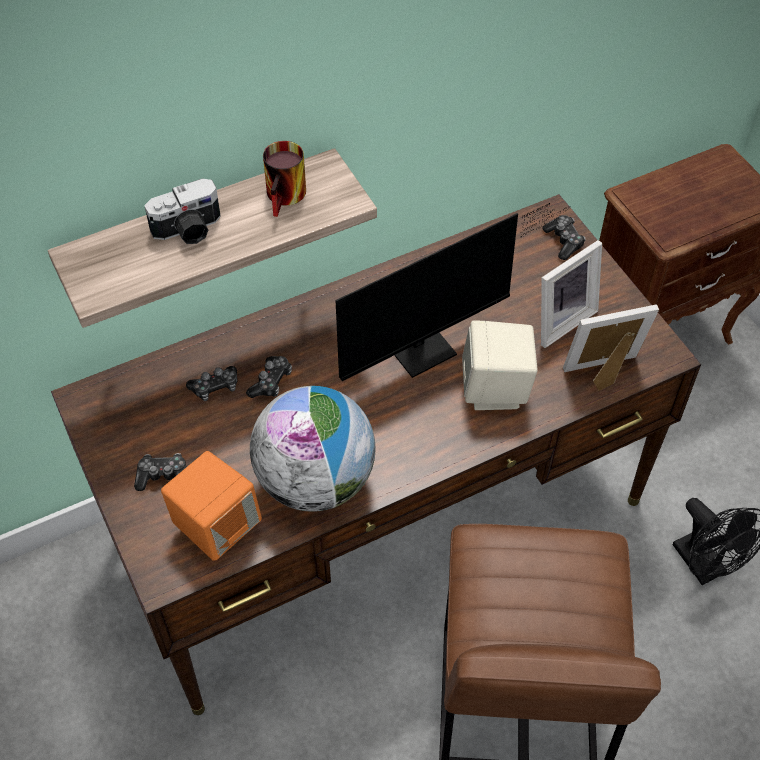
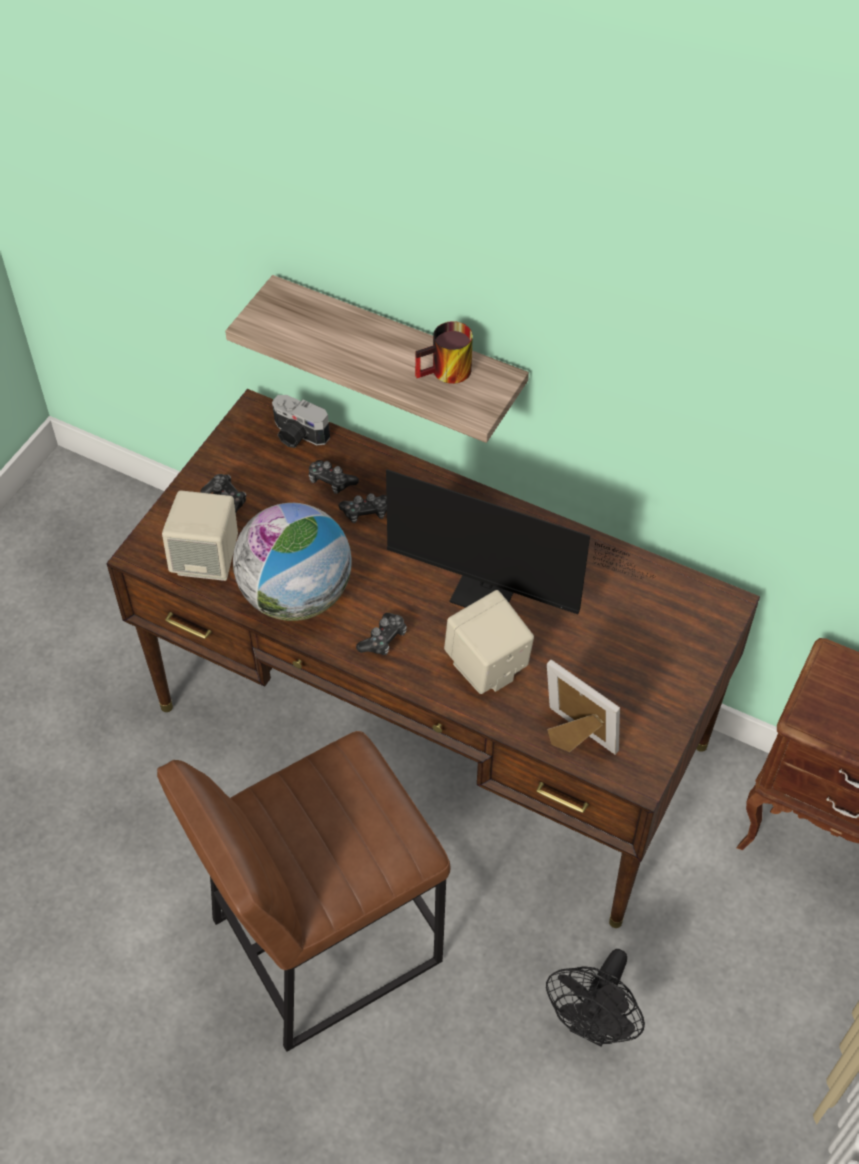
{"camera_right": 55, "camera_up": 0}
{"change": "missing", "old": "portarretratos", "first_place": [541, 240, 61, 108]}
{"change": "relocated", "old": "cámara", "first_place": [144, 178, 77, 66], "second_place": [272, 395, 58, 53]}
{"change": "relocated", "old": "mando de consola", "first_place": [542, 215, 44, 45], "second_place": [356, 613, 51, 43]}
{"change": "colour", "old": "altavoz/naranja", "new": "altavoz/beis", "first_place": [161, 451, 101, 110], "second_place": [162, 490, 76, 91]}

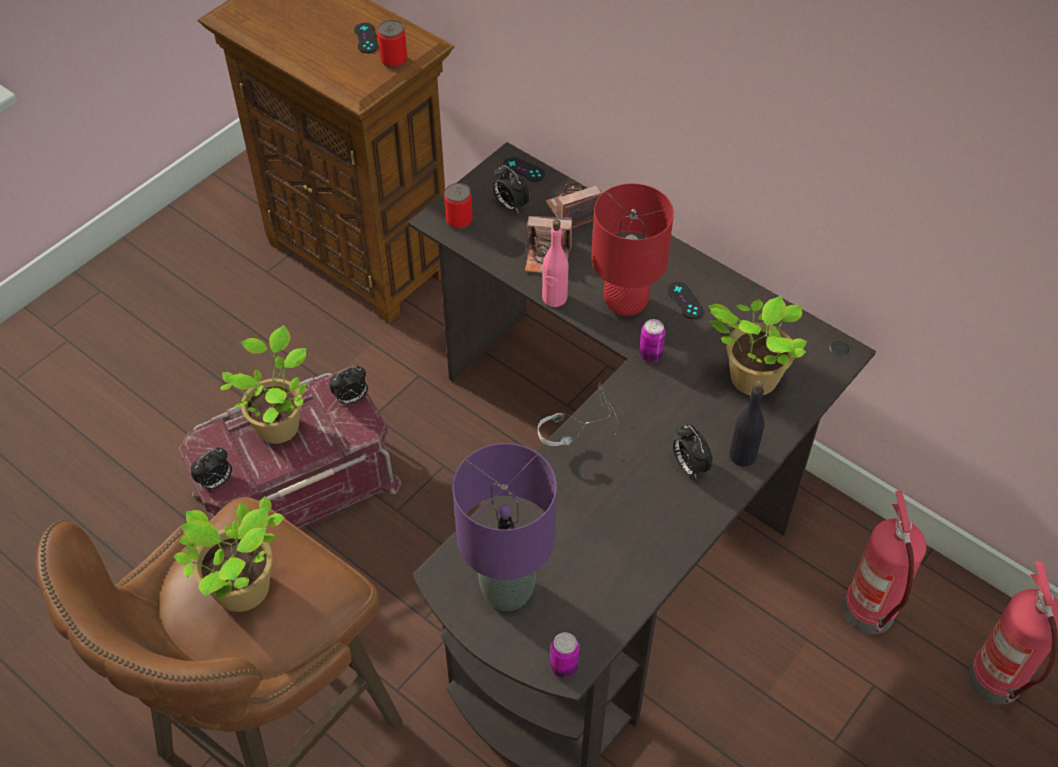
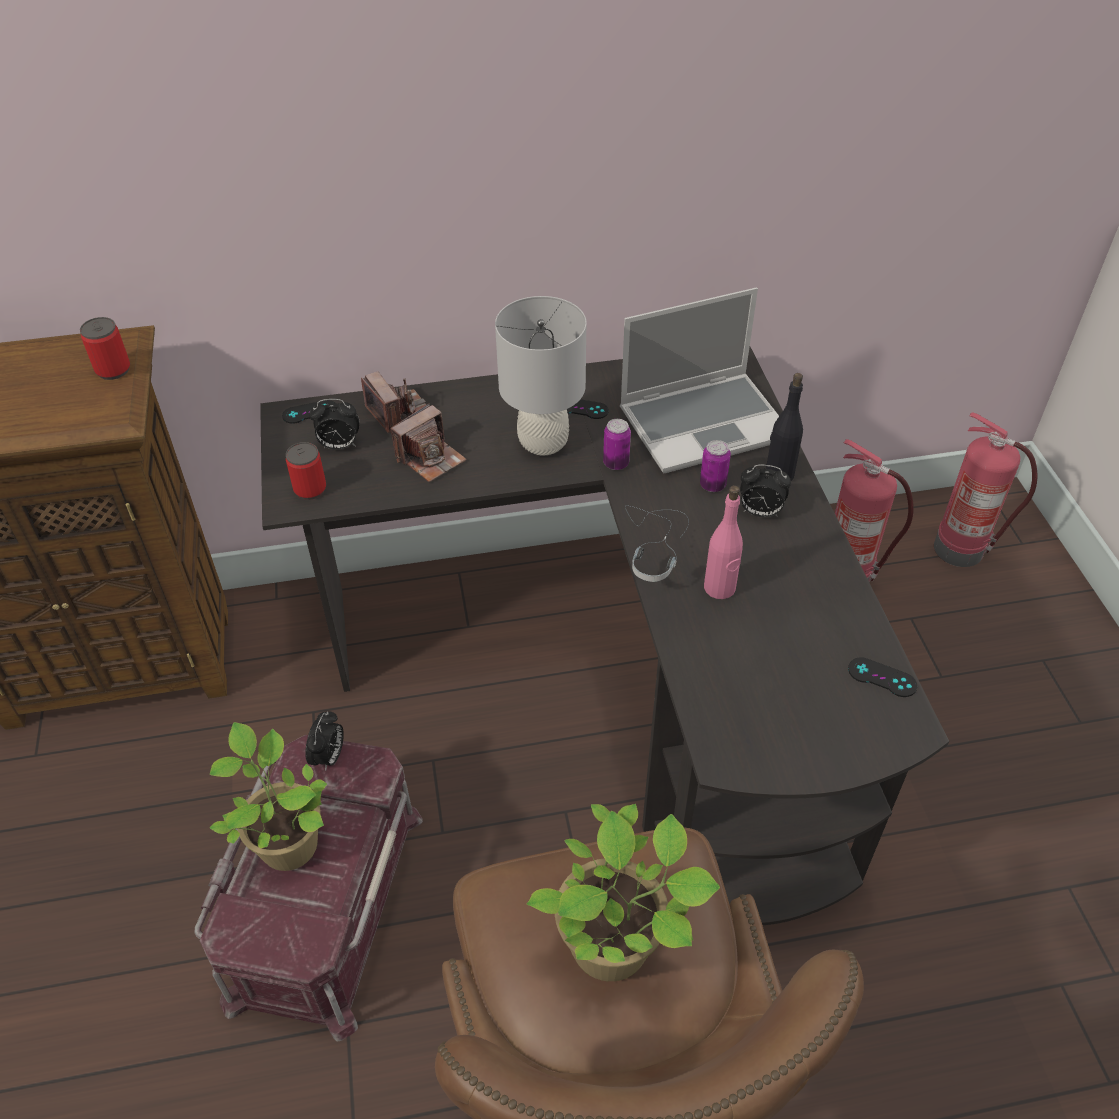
{"camera_right": -50, "camera_up": -5}
{"change": "missing", "old": "despertador", "first_place": [191, 448, 41, 43]}
{"change": "missing", "old": "lámpara de mesa/morado", "first_place": [453, 443, 104, 168]}
{"change": "relocated", "old": "mando de consola/negro", "first_place": [354, 23, 25, 30], "second_place": [848, 657, 69, 40]}
{"change": "relocated", "old": "botella/rosa", "first_place": [542, 219, 27, 88], "second_place": [704, 485, 39, 114]}
{"change": "relocated", "old": "lata", "first_place": [550, 632, 29, 46], "second_place": [700, 440, 31, 52]}
{"change": "exchanged", "old": "planta en maceta", "new": "portátil", "first_place": [708, 296, 99, 99], "second_place": [620, 288, 159, 185]}
{"change": "colour", "old": "lámpara de mesa/rojo", "new": "lámpara de mesa/gris", "first_place": [591, 183, 83, 133], "second_place": [495, 296, 91, 160]}
{"change": "spun", "old": "cámara", "first_place": [546, 183, 56, 45], "second_place": [361, 371, 65, 62], "degrees": 135}

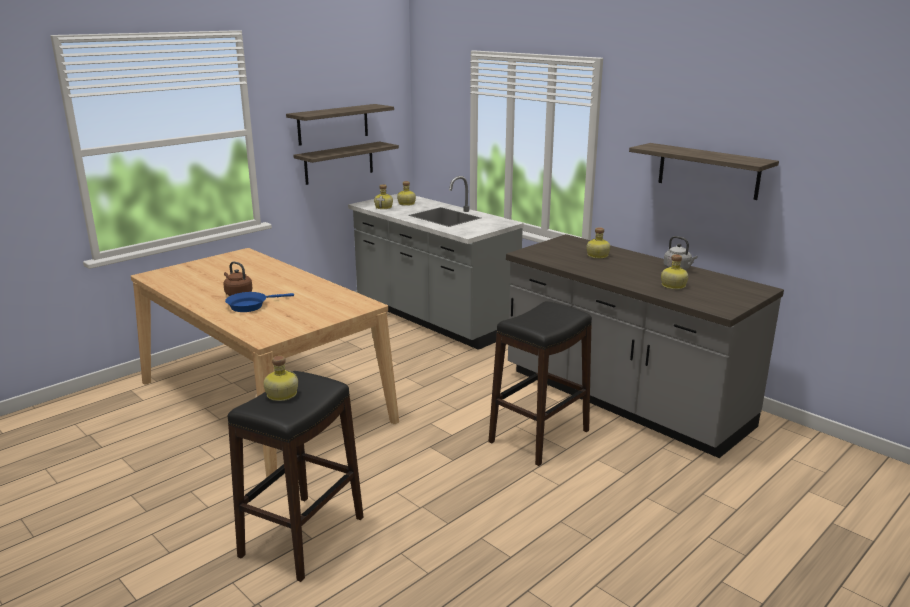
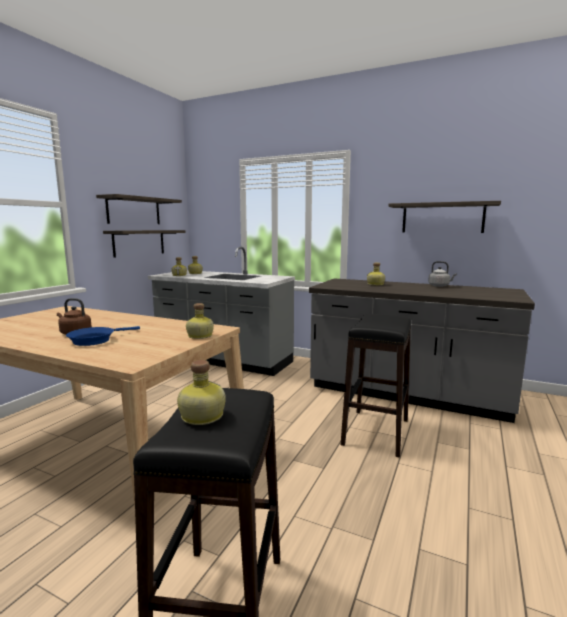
{"camera_right": -20, "camera_up": -10}
{"change": "relocated", "old": "botella", "first_place": [661, 254, 27, 35], "second_place": [186, 303, 28, 36]}

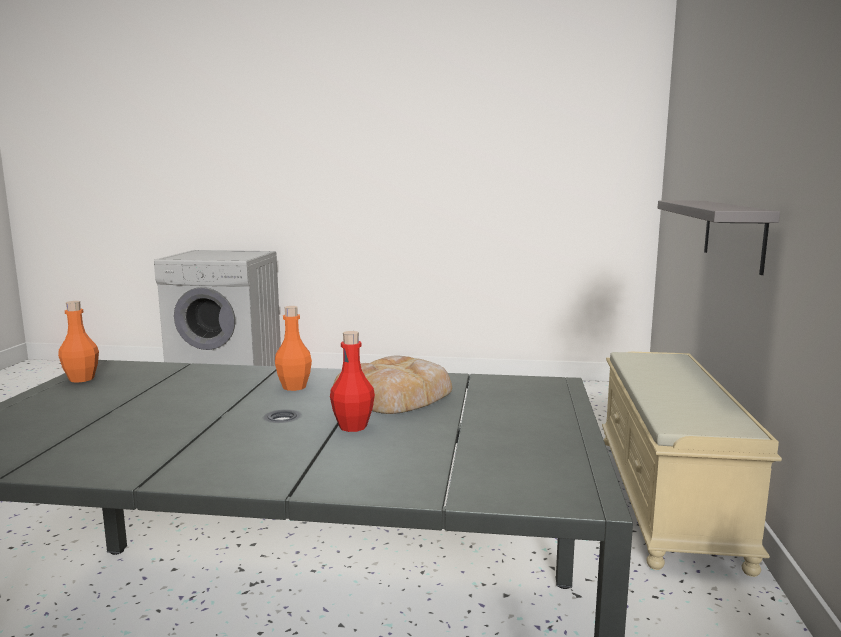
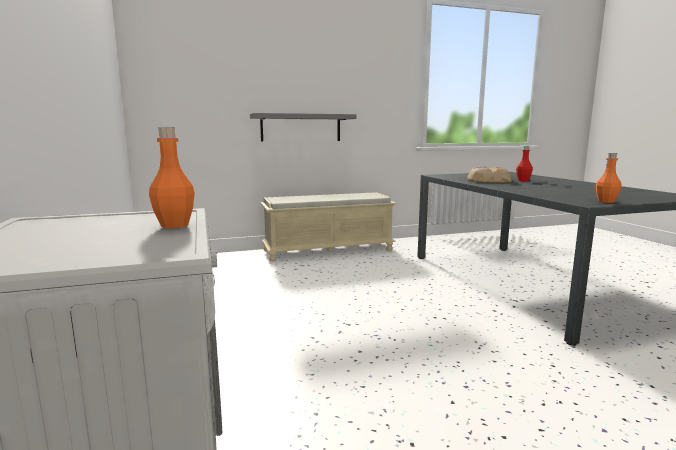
{"camera_right": -115, "camera_up": 0}
{"change": "relocated", "old": "botella/naranja", "first_place": [275, 306, 37, 85], "second_place": [149, 127, 46, 101]}

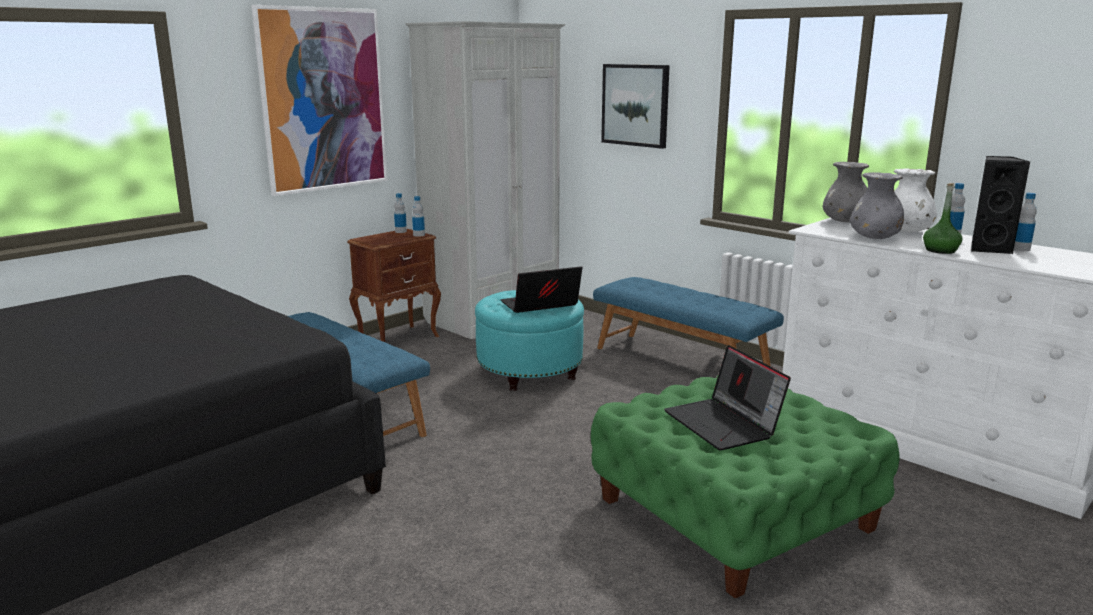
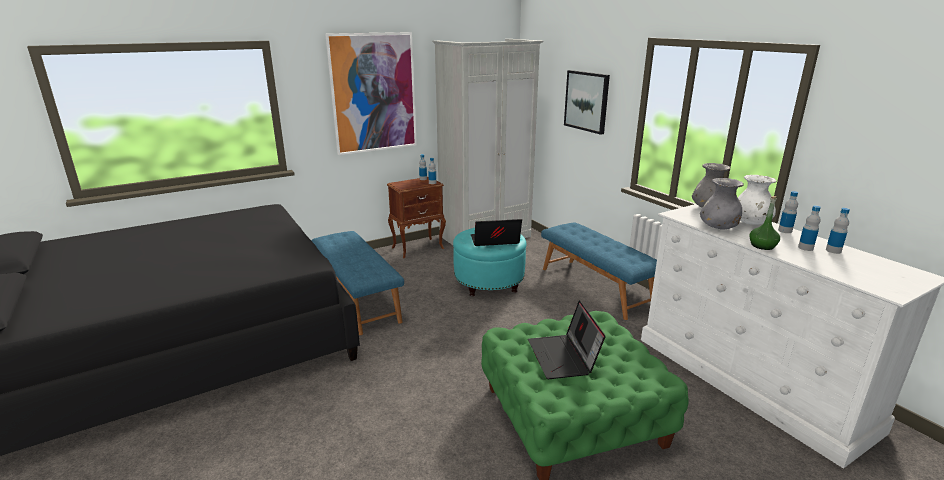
{"camera_right": 15, "camera_up": 5}
{"change": "exchanged", "old": "altavoz/negro", "new": "botella", "first_place": [971, 156, 59, 98], "second_place": [798, 205, 23, 46]}

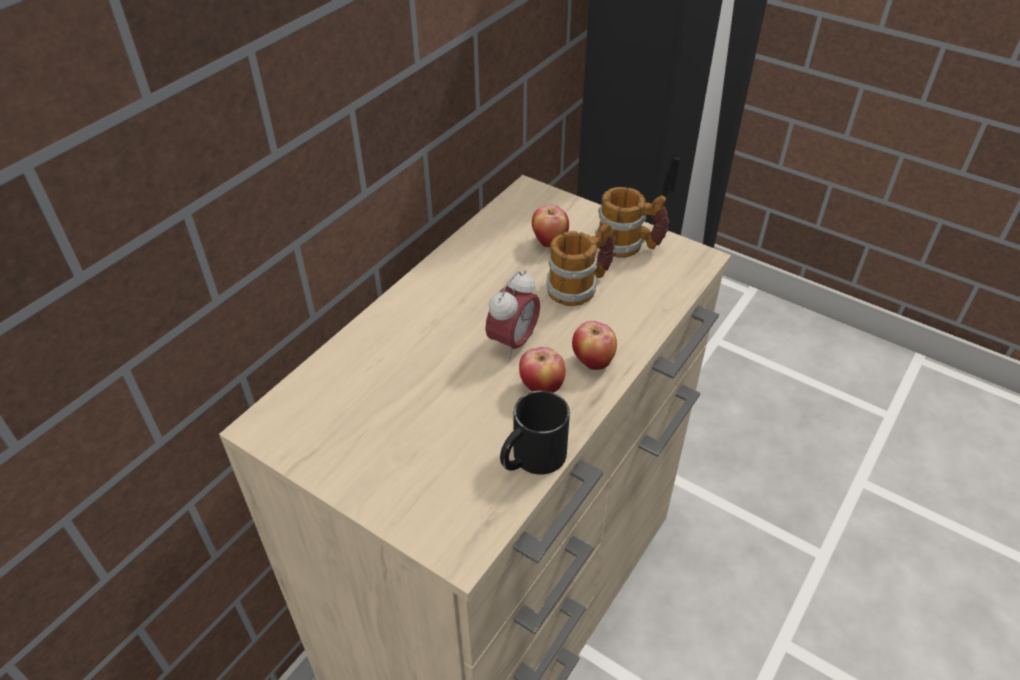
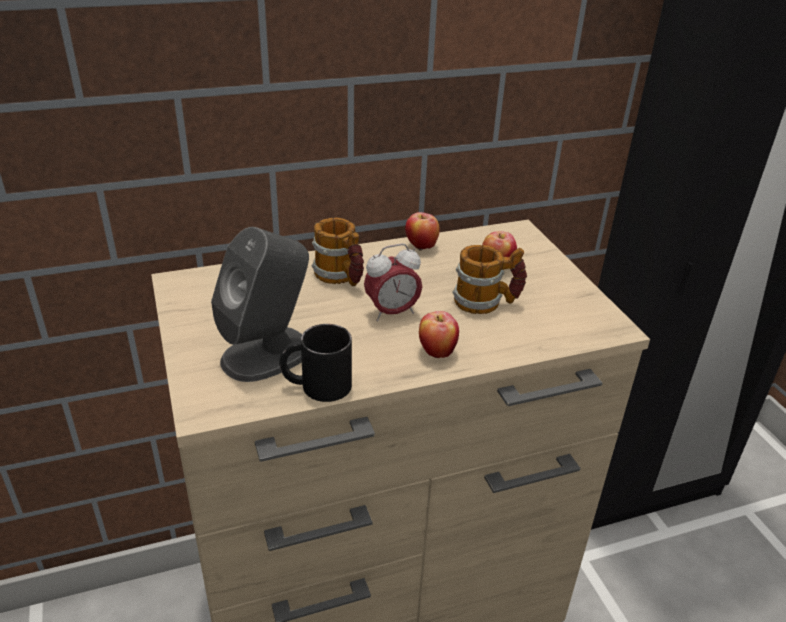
{"camera_right": 35, "camera_up": -10}
{"change": "appeared", "new": "altavoz/gris", "second_place": [211, 227, 98, 155]}
{"change": "relocated", "old": "manzana", "first_place": [519, 347, 47, 46], "second_place": [405, 212, 35, 39]}
{"change": "relocated", "old": "taza grande", "first_place": [595, 187, 74, 71], "second_place": [312, 217, 52, 69]}

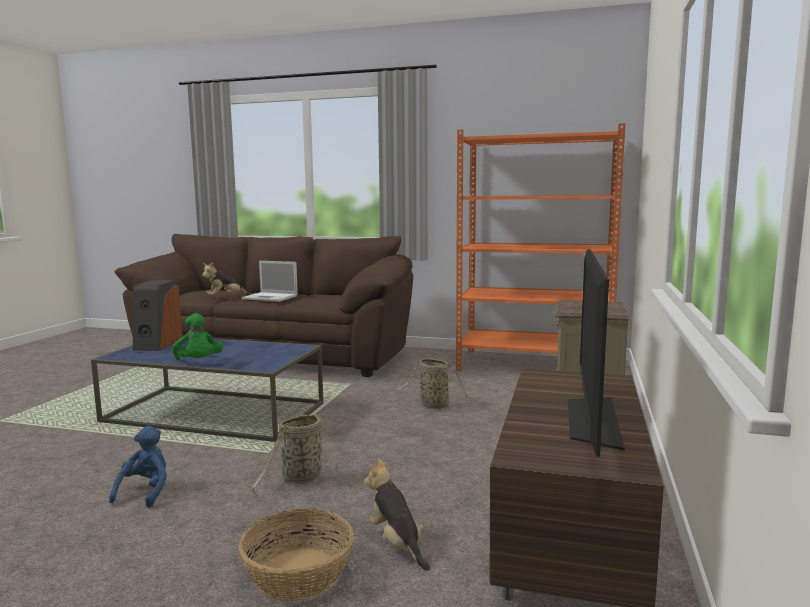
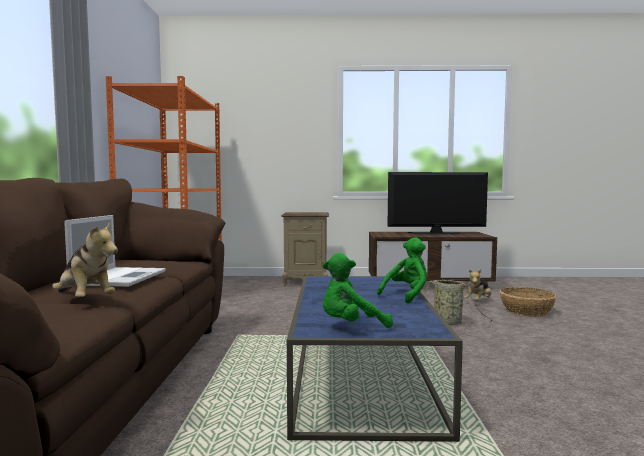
{"camera_right": -105, "camera_up": -5}
{"change": "missing", "old": "peluche/azul", "first_place": [109, 426, 58, 82]}
{"change": "missing", "old": "cesta", "first_place": [394, 358, 73, 51]}
{"change": "exchanged", "old": "altavoz", "new": "peluche/verde", "first_place": [133, 280, 50, 71], "second_place": [323, 253, 70, 75]}

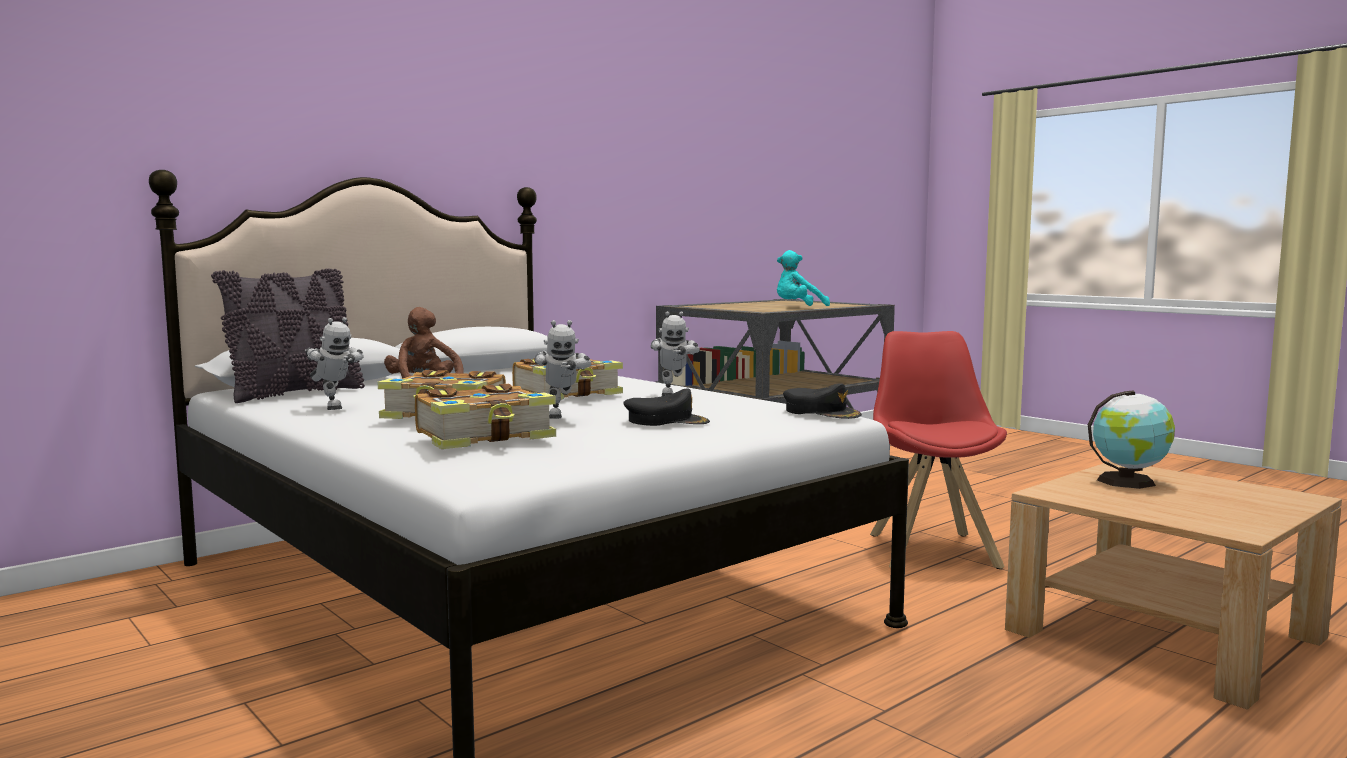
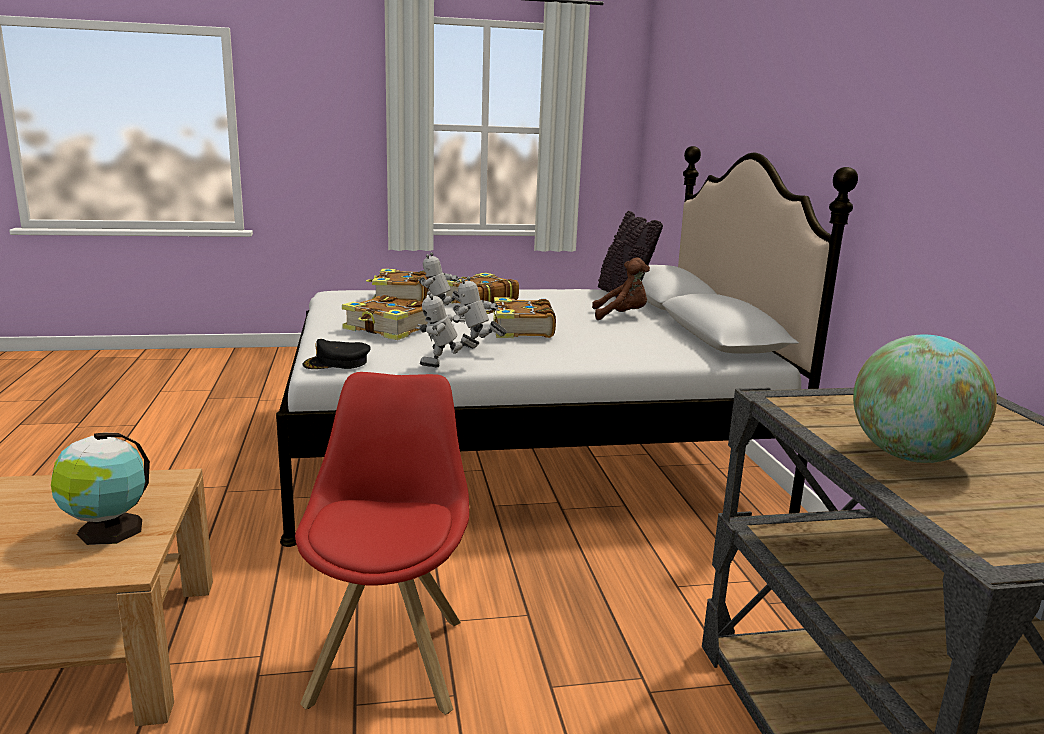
{"camera_right": 120, "camera_up": 10}
{"change": "relocated", "old": "robot de juguete", "first_place": [305, 317, 59, 93], "second_place": [415, 291, 64, 76]}
{"change": "exchanged", "old": "gorra/negro", "new": "libro", "first_place": [624, 389, 86, 37], "second_place": [342, 295, 86, 45]}
{"change": "exchanged", "old": "peluche/turquesa", "new": "globo terráqueo", "first_place": [777, 250, 53, 56], "second_place": [853, 335, 144, 128]}
{"change": "spun", "old": "silla/rojo", "first_place": [870, 331, 137, 238], "second_place": [295, 372, 174, 343], "degrees": -120}

